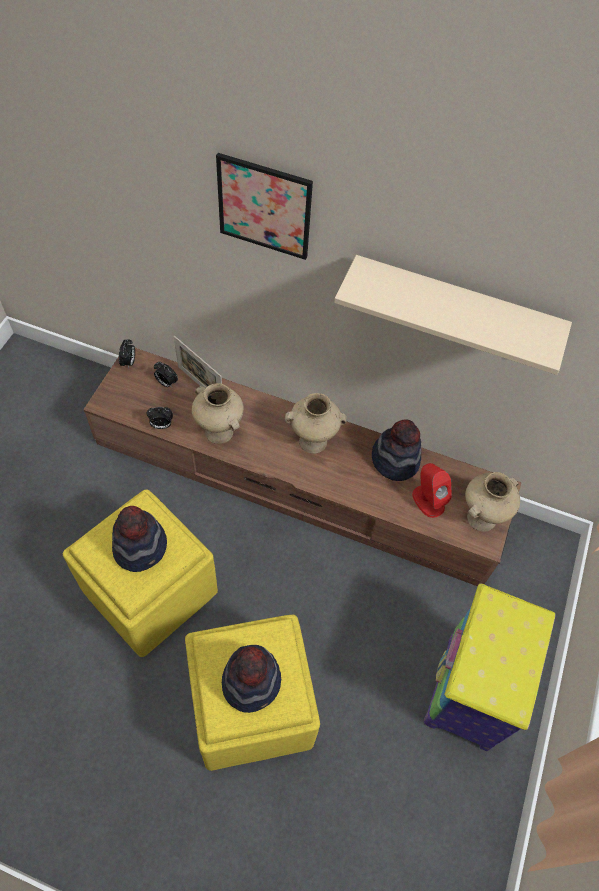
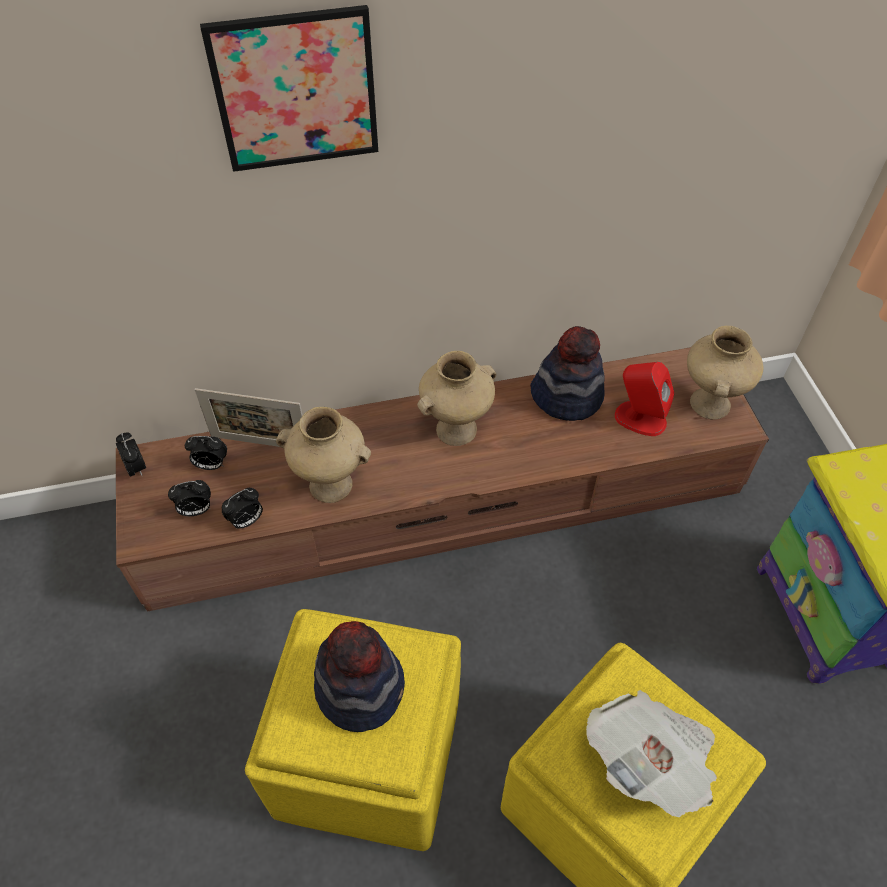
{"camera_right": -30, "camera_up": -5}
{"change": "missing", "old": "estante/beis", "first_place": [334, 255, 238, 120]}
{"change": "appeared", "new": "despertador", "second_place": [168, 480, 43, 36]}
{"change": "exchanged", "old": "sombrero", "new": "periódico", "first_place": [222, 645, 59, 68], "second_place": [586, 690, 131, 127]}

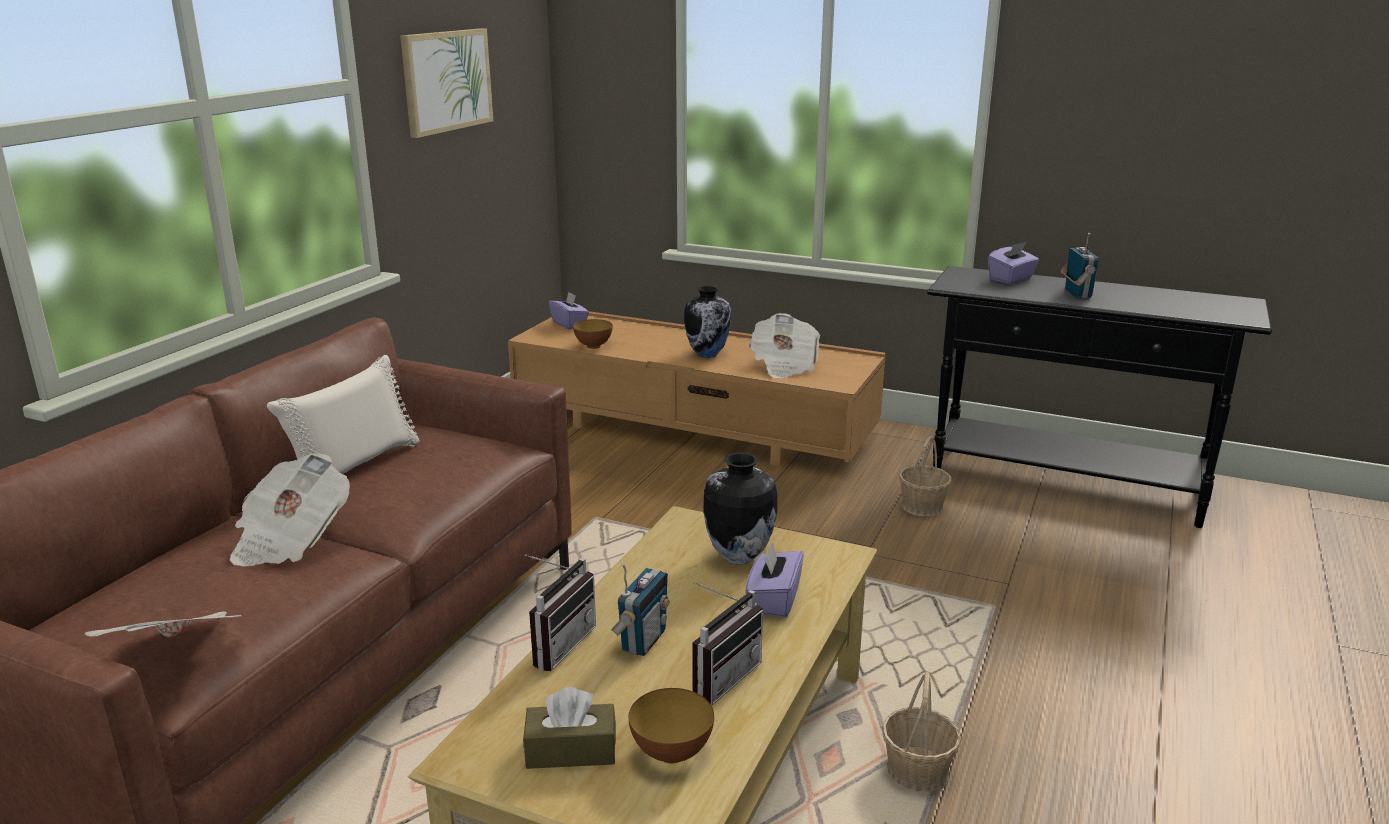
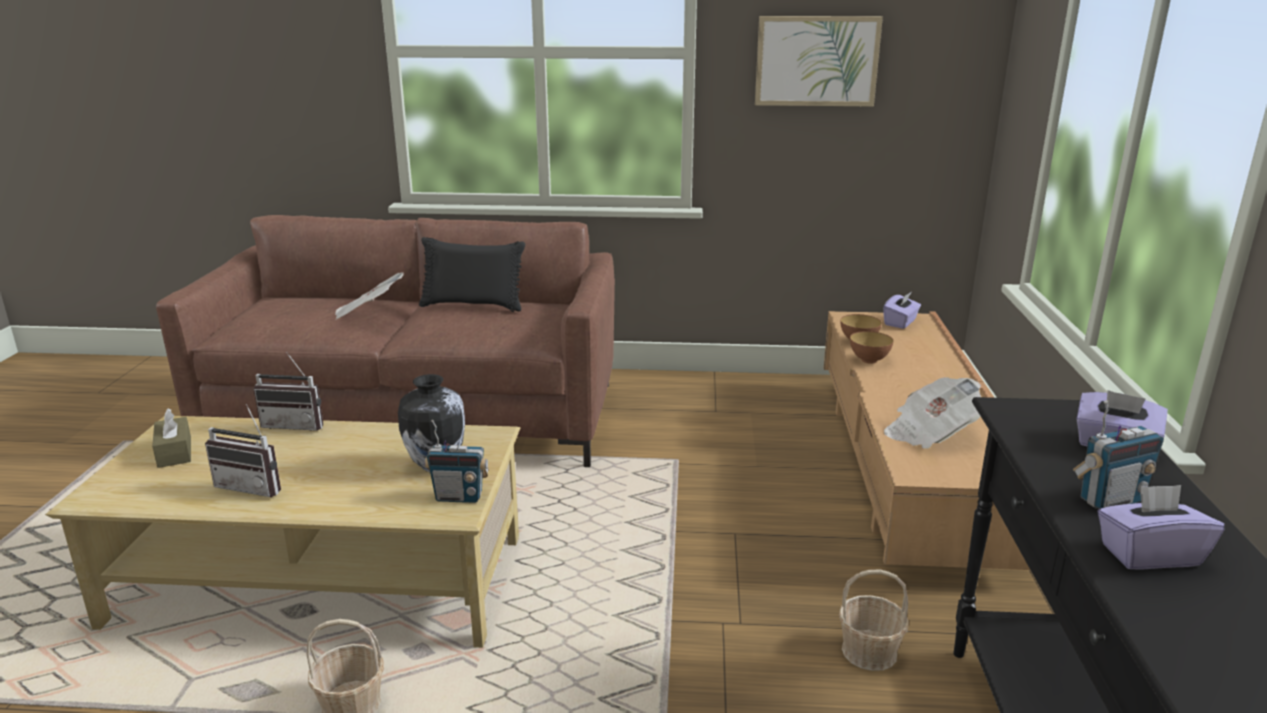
{"camera_right": 70, "camera_up": 0}
{"change": "missing", "old": "periódico", "first_place": [85, 611, 159, 26]}
{"change": "missing", "old": "florero", "first_place": [684, 286, 47, 72]}
{"change": "relocated", "old": "radio", "first_place": [611, 563, 59, 93], "second_place": [424, 420, 65, 83]}
{"change": "relocated", "old": "cuenco", "first_place": [628, 688, 86, 75], "second_place": [850, 331, 43, 33]}
{"change": "relocated", "old": "caja de pañuelos/morado", "first_place": [745, 542, 59, 76], "second_place": [1097, 485, 127, 85]}
{"change": "colour", "old": "cojín/blanco", "new": "cojín/negro", "first_place": [267, 355, 152, 119], "second_place": [419, 237, 106, 75]}

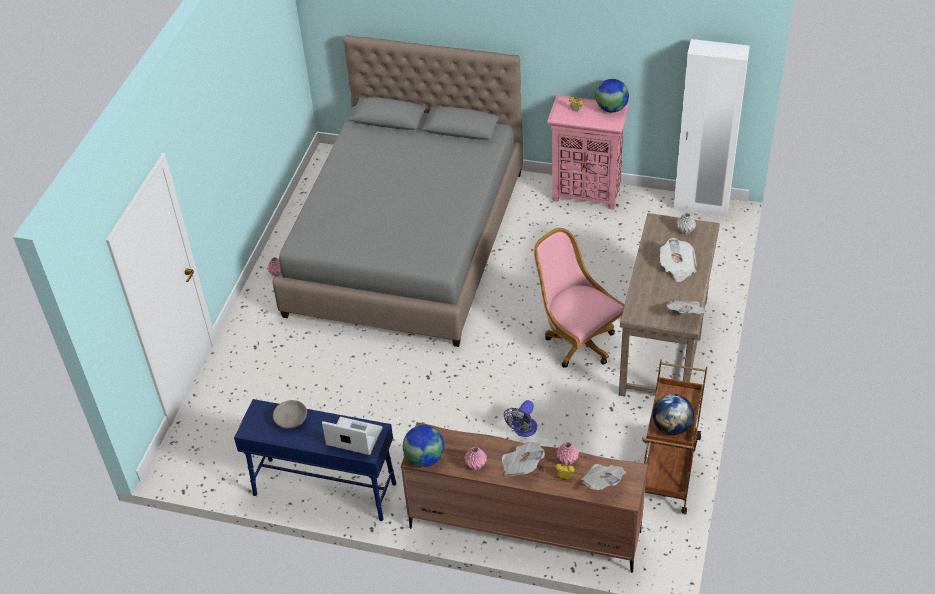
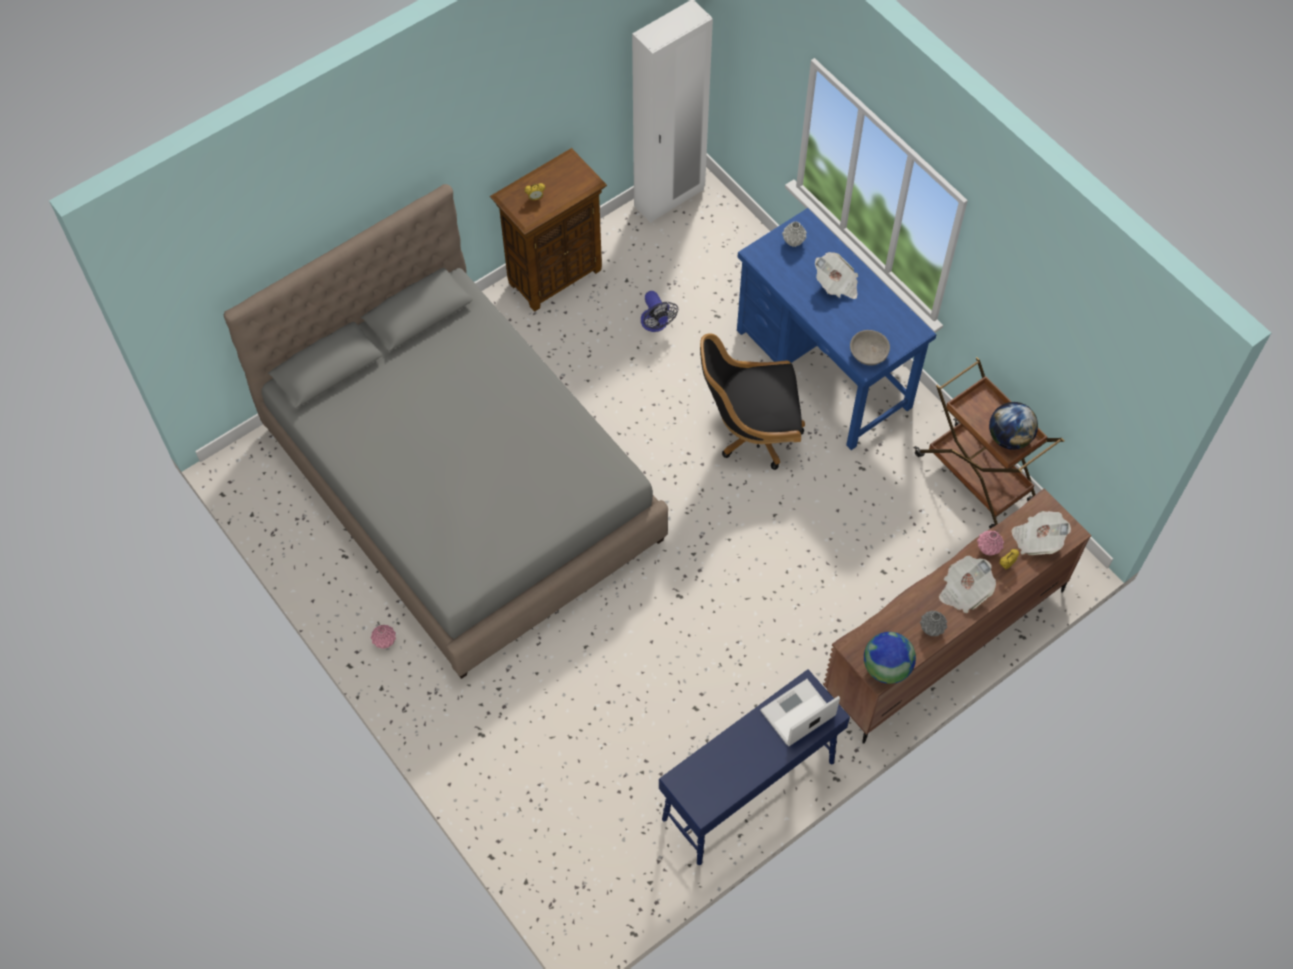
{"camera_right": -55, "camera_up": 15}
{"change": "missing", "old": "globo terráqueo", "first_place": [595, 79, 34, 34]}
{"change": "missing", "old": "periódico", "first_place": [666, 300, 40, 14]}
{"change": "relocated", "old": "cuenco/gris", "first_place": [273, 400, 34, 29], "second_place": [850, 330, 40, 36]}
{"change": "relocated", "old": "ventilador", "first_place": [504, 400, 33, 37], "second_place": [641, 291, 37, 41]}
{"change": "colour", "old": "florero/rosa", "new": "florero/gris", "first_place": [464, 446, 23, 24], "second_place": [920, 611, 27, 25]}
{"change": "colour", "old": "silla de oficina/rosa", "new": "silla de oficina/negro", "first_place": [534, 228, 90, 140], "second_place": [700, 333, 105, 137]}
{"change": "colour", "old": "armario/rosa", "new": "armario/marrón", "first_place": [547, 95, 83, 115], "second_place": [490, 148, 117, 164]}
{"change": "colour", "old": "escritorio/marrón", "new": "escritorio/azul", "first_place": [619, 213, 101, 183], "second_place": [737, 208, 199, 242]}

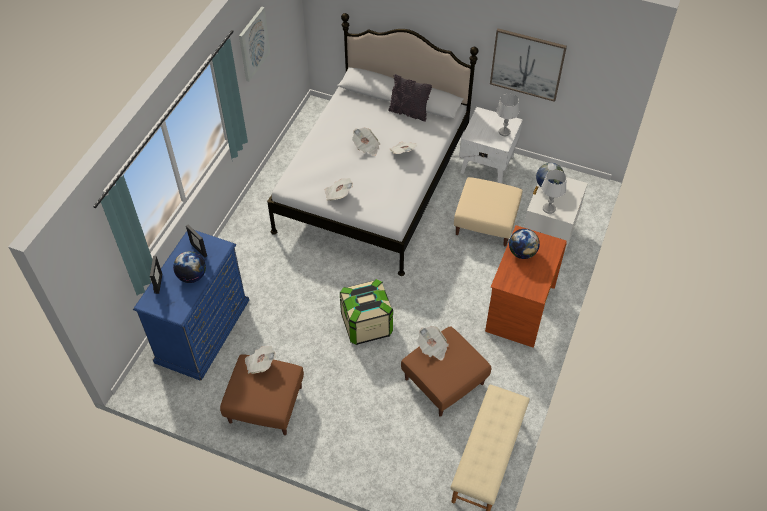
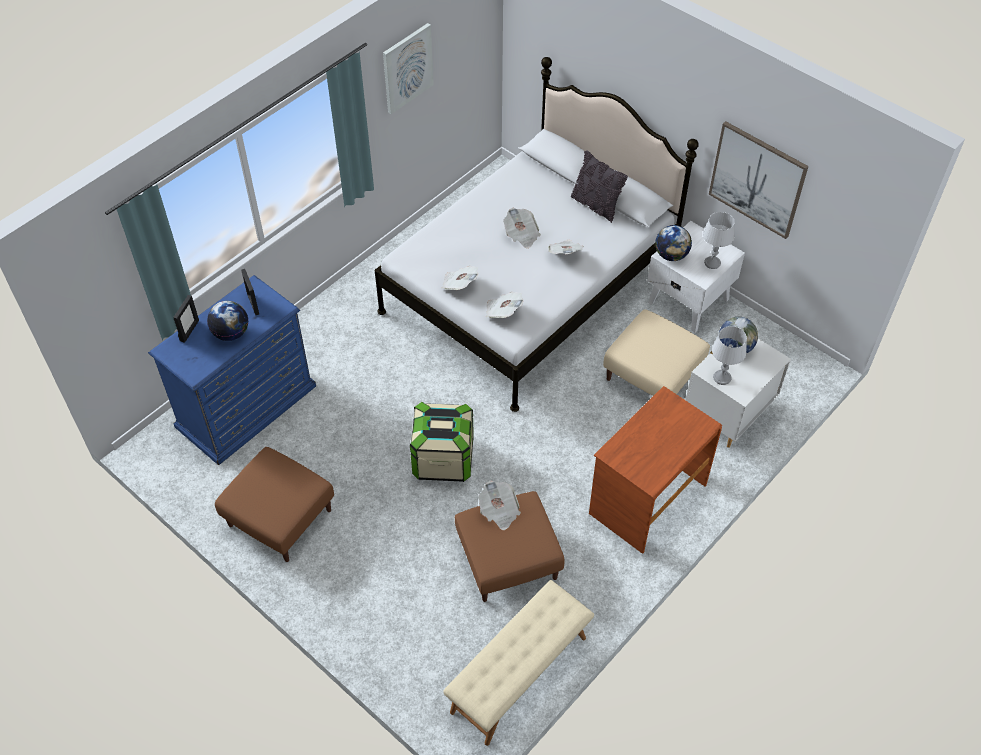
{"camera_right": 20, "camera_up": 0}
{"change": "relocated", "old": "periódico", "first_place": [245, 346, 31, 28], "second_place": [486, 292, 38, 26]}
{"change": "relocated", "old": "globo terráqueo", "first_place": [509, 229, 31, 30], "second_place": [655, 225, 37, 36]}

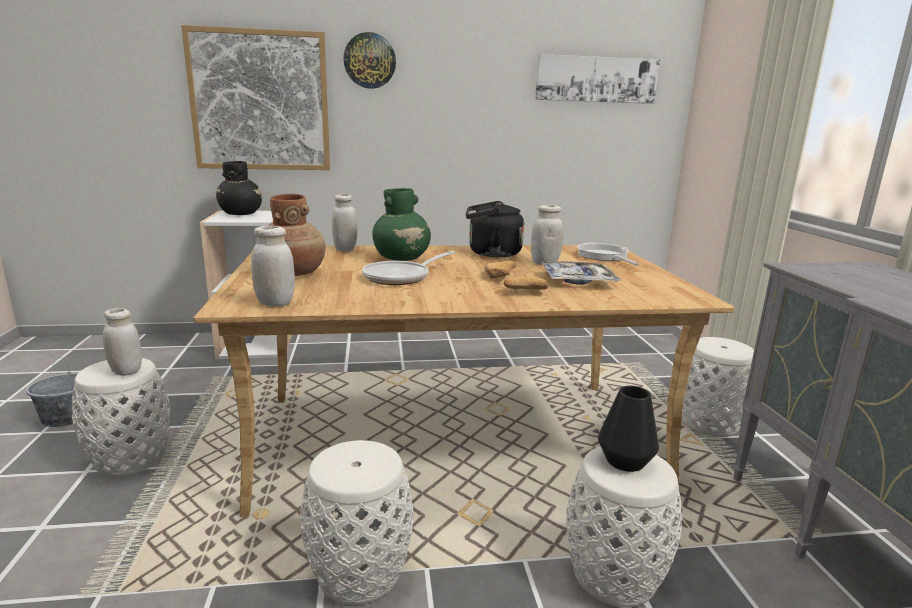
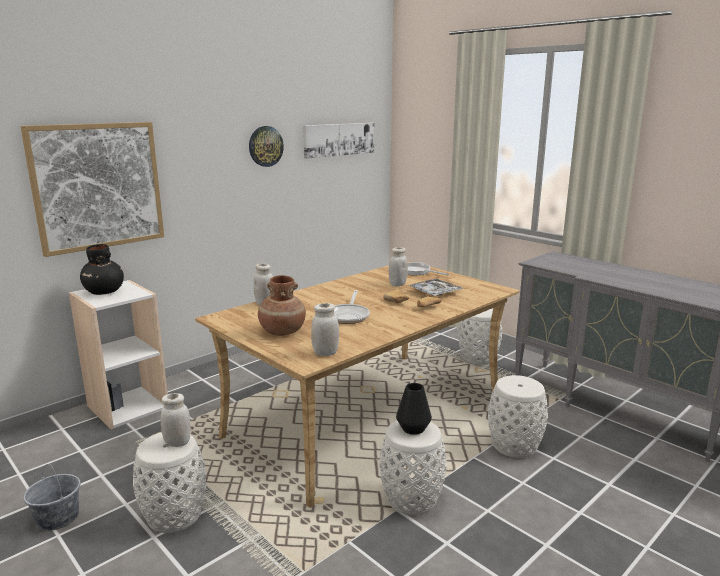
{"camera_right": -35, "camera_up": 0}
{"change": "missing", "old": "florero/verde", "first_place": [372, 188, 59, 73]}
{"change": "missing", "old": "hervidor/negro", "first_place": [466, 201, 58, 56]}
{"change": "relocated", "old": "reloj de pared", "first_place": [343, 32, 53, 57], "second_place": [249, 126, 35, 41]}
{"change": "relocated", "old": "florero/negro", "first_place": [598, 386, 61, 86], "second_place": [396, 383, 36, 52]}

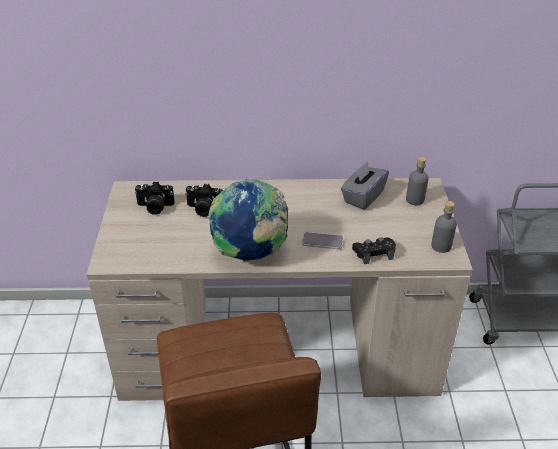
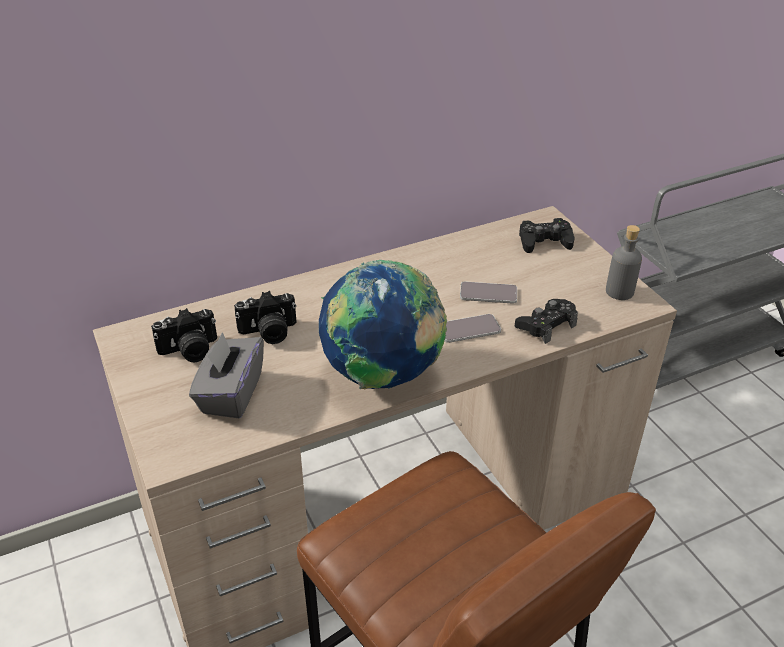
{"camera_right": -25, "camera_up": 0}
{"change": "appeared", "new": "móvil", "second_place": [460, 281, 57, 23]}
{"change": "relocated", "old": "caja de pañuelos/gris", "first_place": [341, 161, 48, 49], "second_place": [189, 332, 75, 86]}
{"change": "exchanged", "old": "botella/gris", "new": "mando de consola/negro", "first_place": [406, 157, 23, 48], "second_place": [519, 218, 55, 35]}

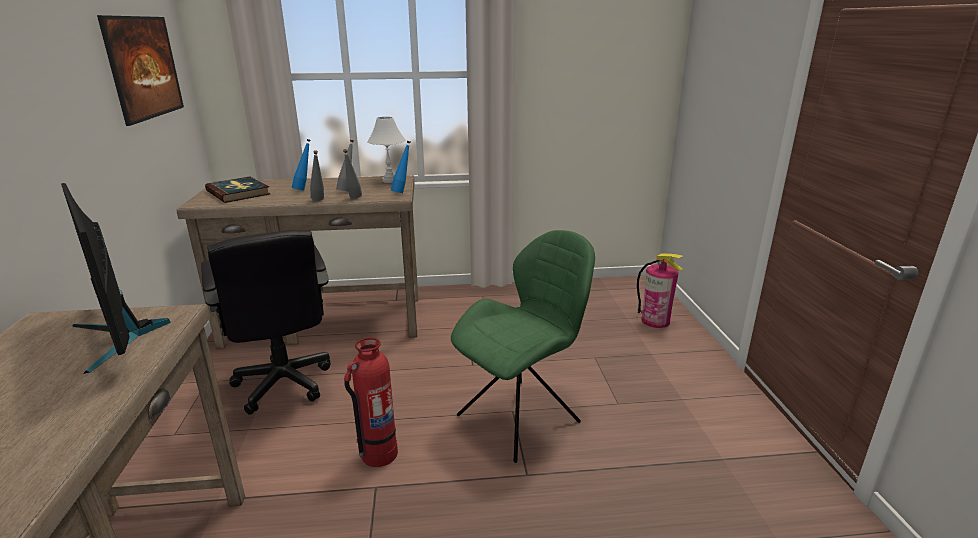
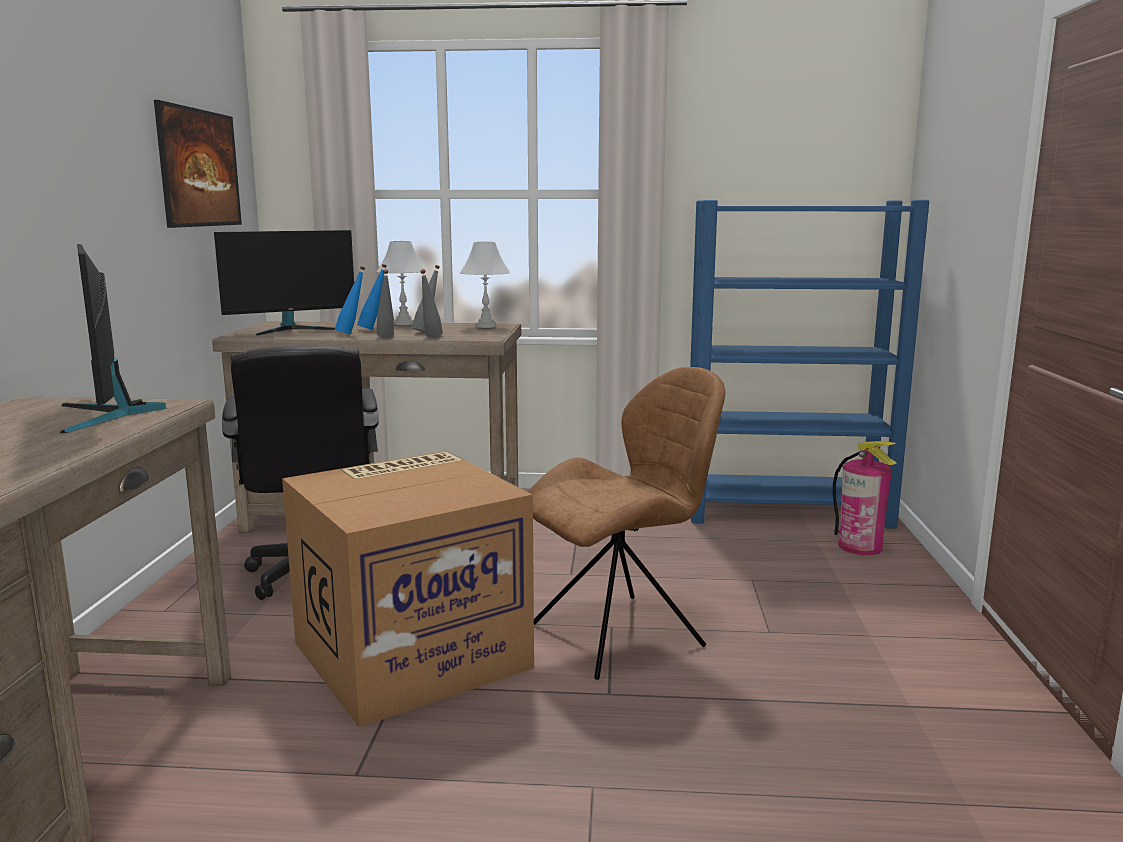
{"camera_right": 10, "camera_up": -10}
{"change": "appeared", "new": "lámpara de mesa/blanco", "second_place": [377, 241, 50, 84]}
{"change": "appeared", "new": "estantería/azul", "second_place": [690, 200, 239, 329]}
{"change": "relocated", "old": "botella/azul", "first_place": [391, 141, 19, 52], "second_place": [334, 266, 31, 69]}
{"change": "exchanged", "old": "libro", "new": "monitor", "first_place": [205, 176, 65, 27], "second_place": [214, 230, 140, 105]}
{"change": "exchanged", "old": "extintor", "new": "caja de cartón", "first_place": [344, 337, 54, 130], "second_place": [282, 451, 252, 276]}
{"change": "colour", "old": "silla/verde", "new": "silla/marrón", "first_place": [451, 230, 144, 233], "second_place": [529, 367, 196, 313]}

